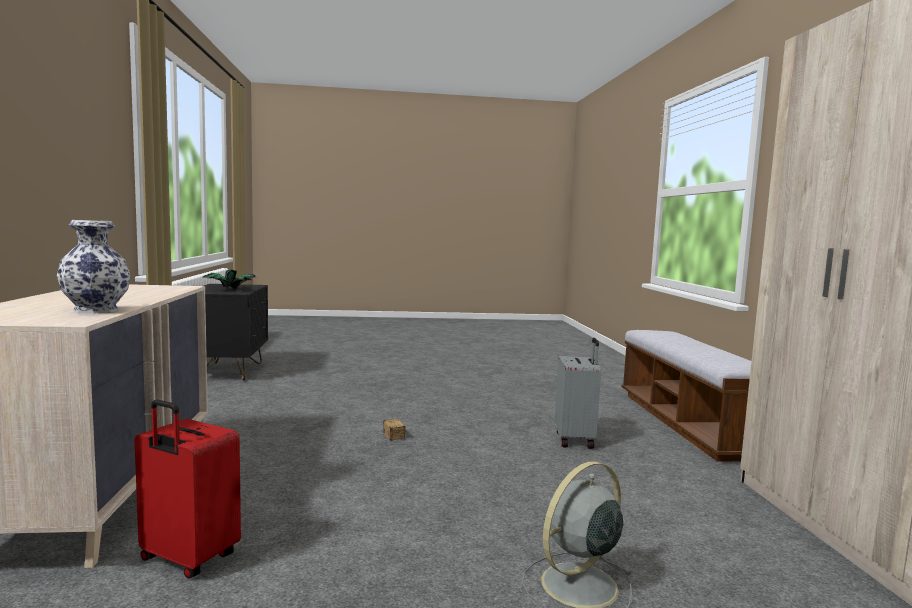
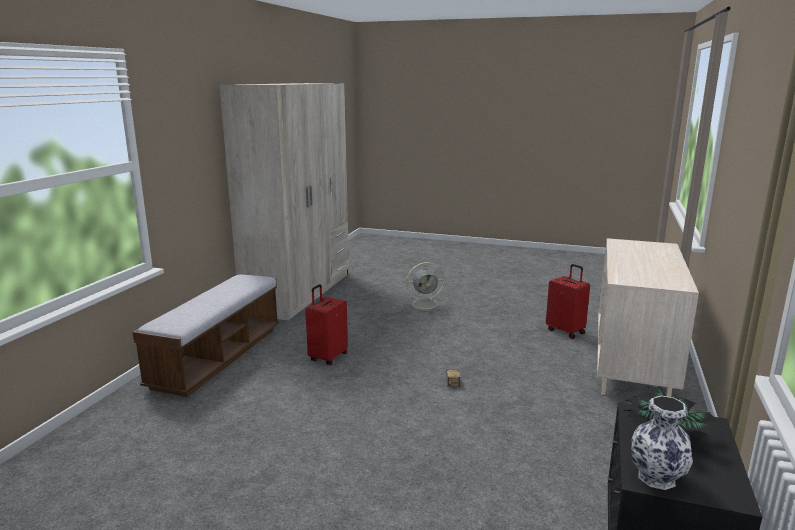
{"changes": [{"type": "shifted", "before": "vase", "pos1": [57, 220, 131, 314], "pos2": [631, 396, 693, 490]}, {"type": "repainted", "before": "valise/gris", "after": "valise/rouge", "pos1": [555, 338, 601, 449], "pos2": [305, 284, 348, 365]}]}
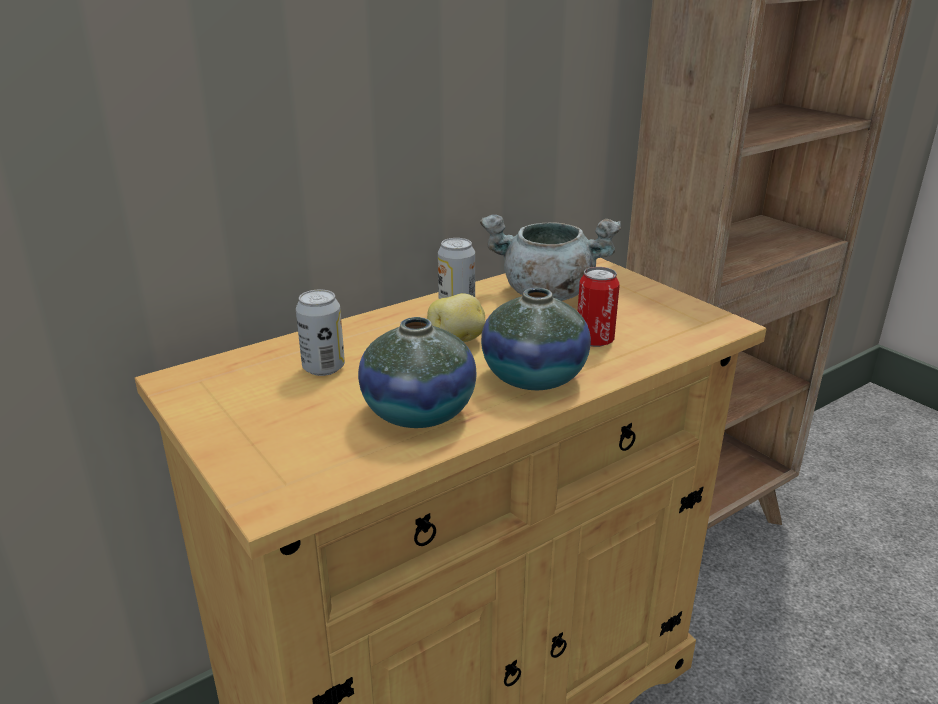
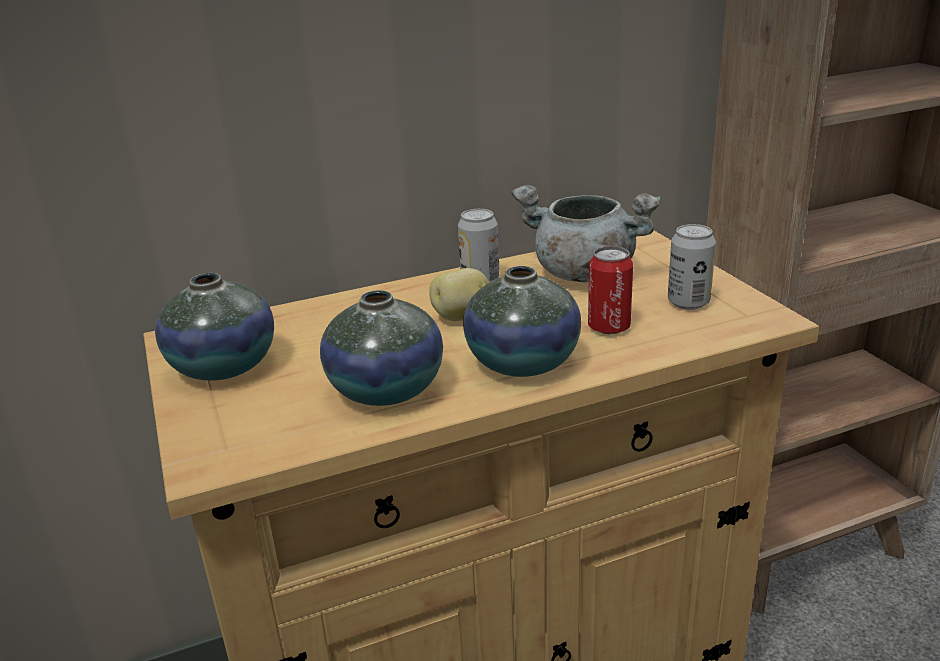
{"changes": [{"type": "new", "after": "vase", "pos2": [155, 273, 274, 381]}, {"type": "shifted", "before": "boîte métallique", "pos1": [296, 289, 345, 376], "pos2": [668, 224, 716, 310]}]}
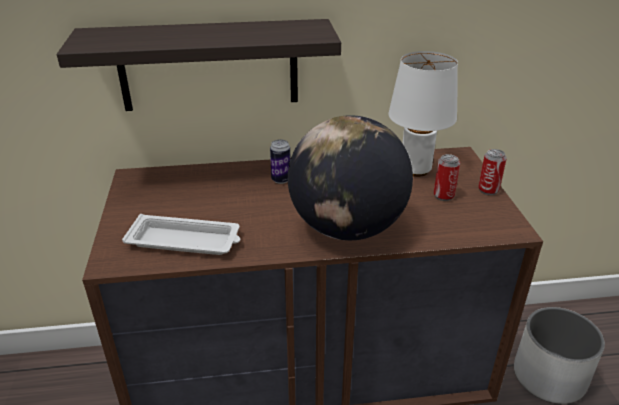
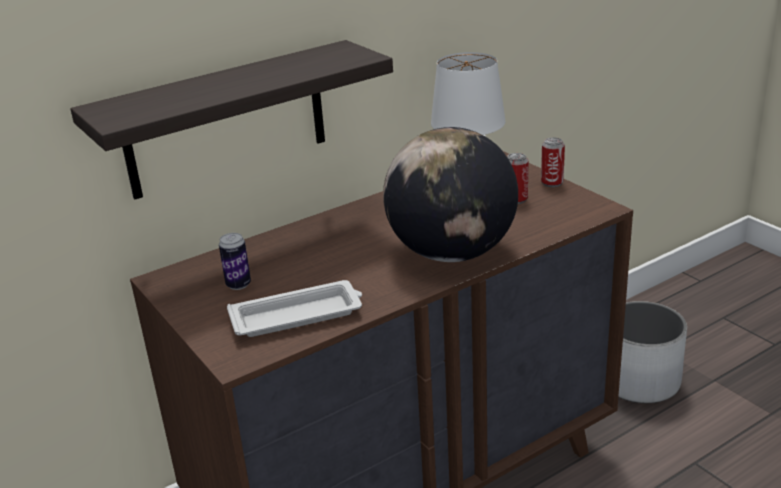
{"changes": [{"type": "shifted", "before": "boîte métallique", "pos1": [270, 139, 290, 184], "pos2": [219, 233, 251, 290]}]}
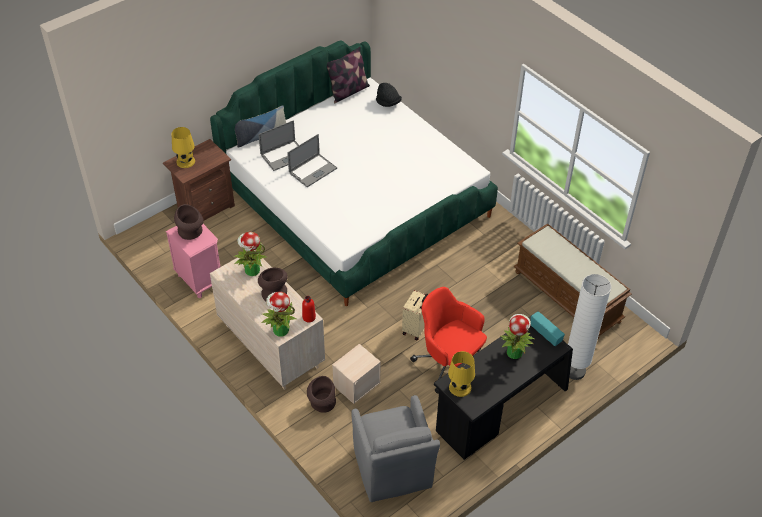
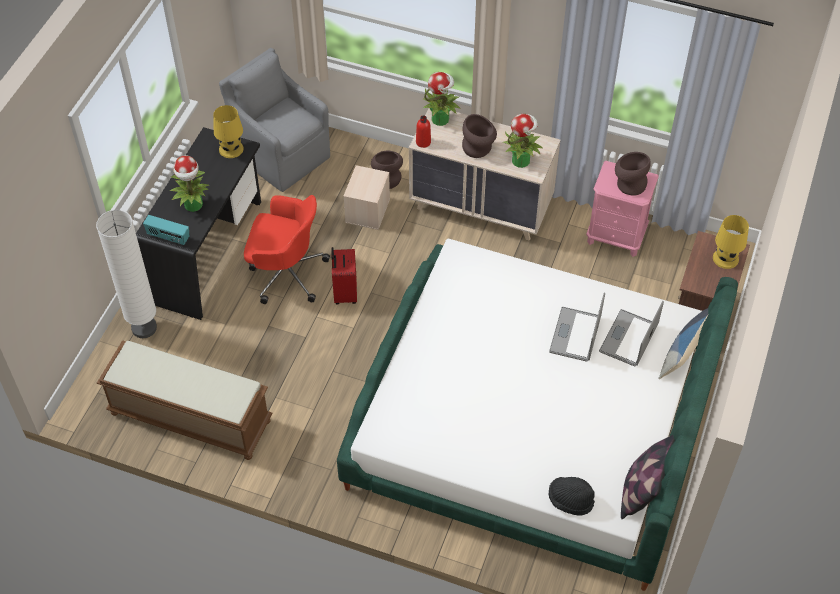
{"changes": [{"type": "repainted", "before": "valise/beige", "after": "valise/rouge", "pos1": [402, 290, 428, 341], "pos2": [331, 247, 357, 304]}]}
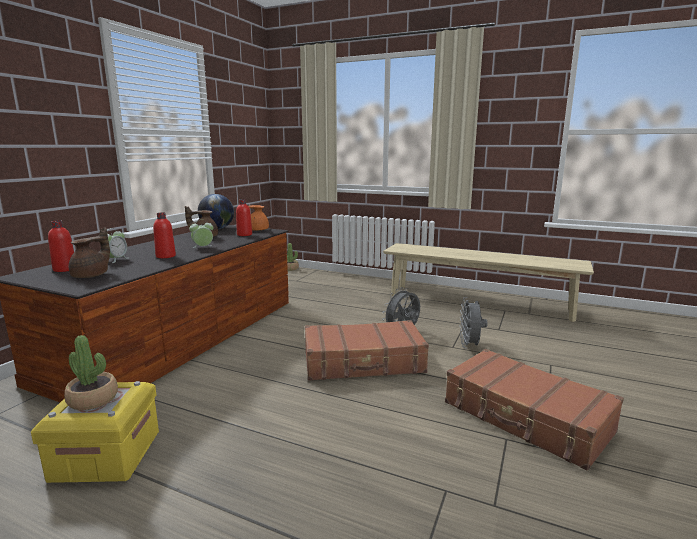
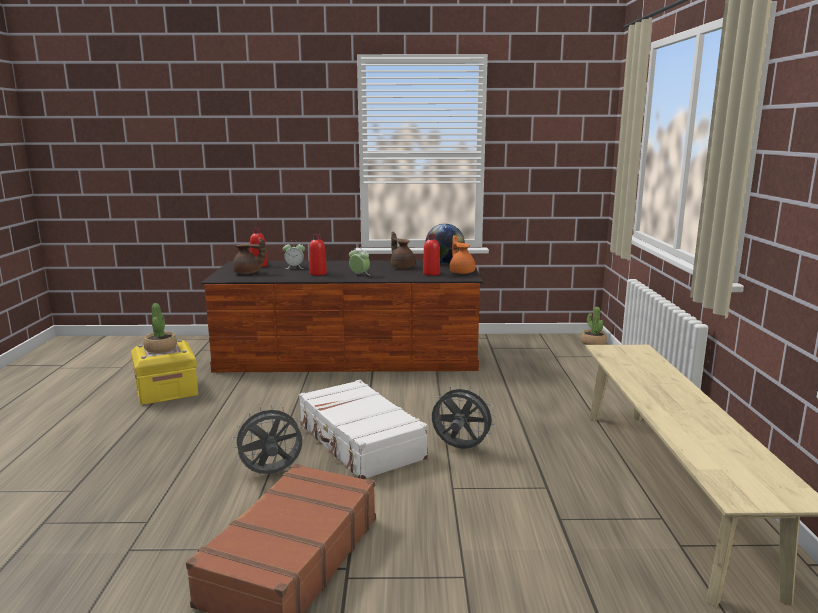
{"changes": [{"type": "shifted", "before": "ventilateur/gris", "pos1": [459, 297, 488, 348], "pos2": [232, 405, 304, 474]}, {"type": "repainted", "before": "valise/marron", "after": "valise/blanc", "pos1": [305, 320, 429, 380], "pos2": [299, 380, 428, 479]}]}
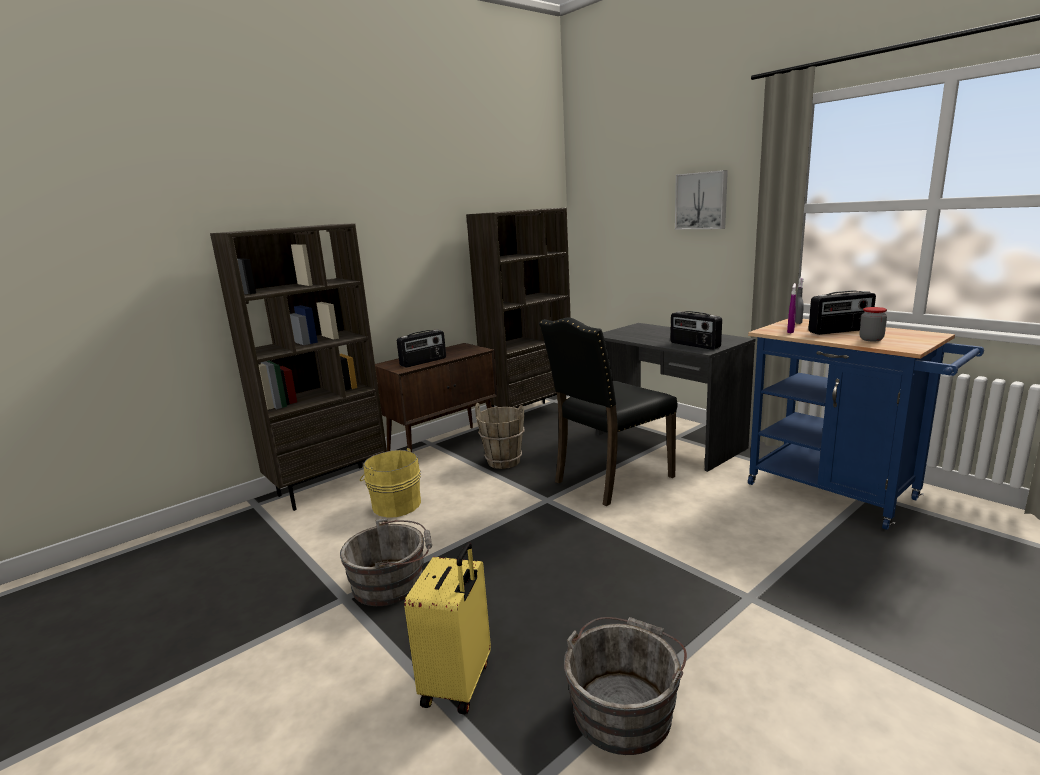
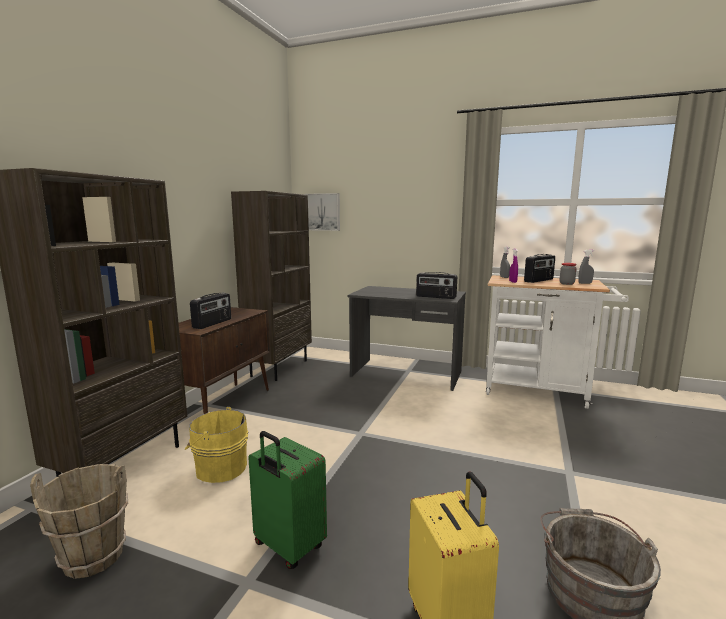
{"changes": [{"type": "gone", "before": "chaise/noir", "pos1": [539, 318, 678, 506]}, {"type": "new", "after": "vaporisateur/gris", "pos2": [578, 250, 595, 284]}, {"type": "shifted", "before": "seau/marron", "pos1": [475, 403, 525, 469], "pos2": [30, 464, 128, 579]}, {"type": "shifted", "before": "tableau", "pos1": [675, 170, 728, 229], "pos2": [305, 193, 340, 231]}, {"type": "swapped", "before": "seau/gris", "after": "valise/vert", "pos1": [340, 518, 432, 606], "pos2": [248, 431, 327, 569]}, {"type": "repainted", "before": "chariot/bleu", "after": "chariot/blanc", "pos1": [748, 319, 984, 530], "pos2": [486, 275, 629, 409]}]}
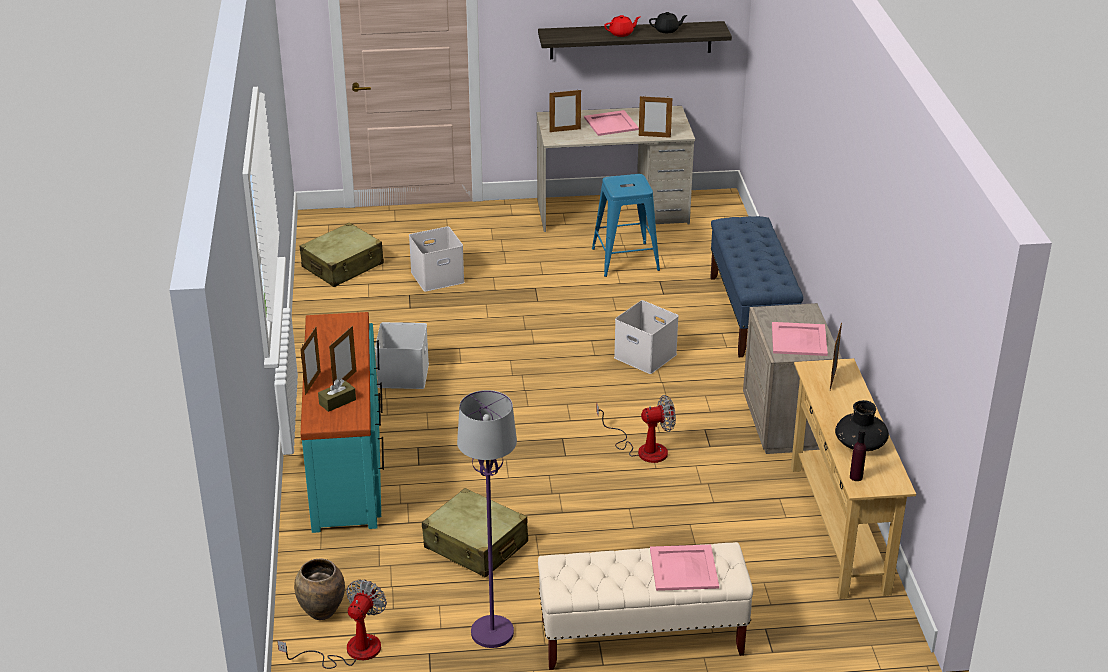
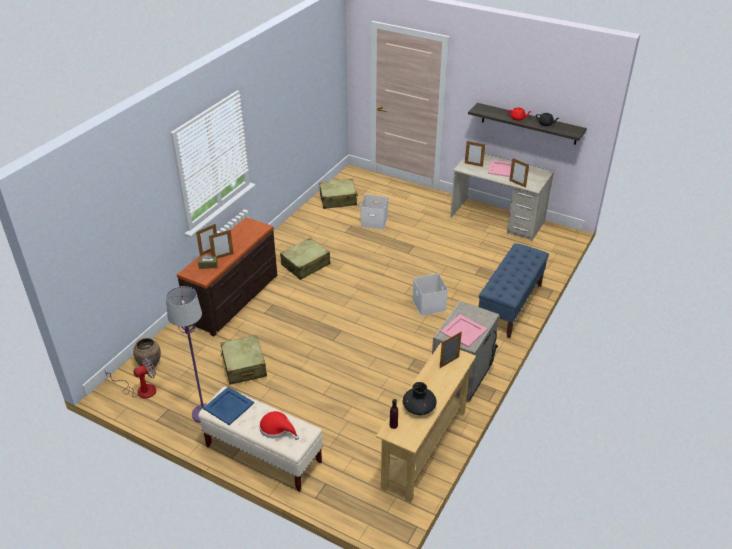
{"changes": [{"type": "gone", "before": "tabouret/bleu", "pos1": [592, 174, 660, 277]}, {"type": "gone", "before": "ventilateur", "pos1": [596, 395, 676, 463]}, {"type": "new", "after": "plateau/bleu", "pos2": [203, 387, 254, 425]}, {"type": "swapped", "before": "boîte de rangement/blanc", "after": "valise/beige", "pos1": [375, 322, 429, 389], "pos2": [280, 238, 330, 280]}, {"type": "swapped", "before": "plateau/rose", "after": "chapeau/rouge", "pos1": [650, 545, 719, 591], "pos2": [259, 411, 299, 440]}, {"type": "repainted", "before": "commode/turquoise", "after": "commode/marron", "pos1": [300, 312, 384, 533], "pos2": [177, 217, 277, 336]}]}
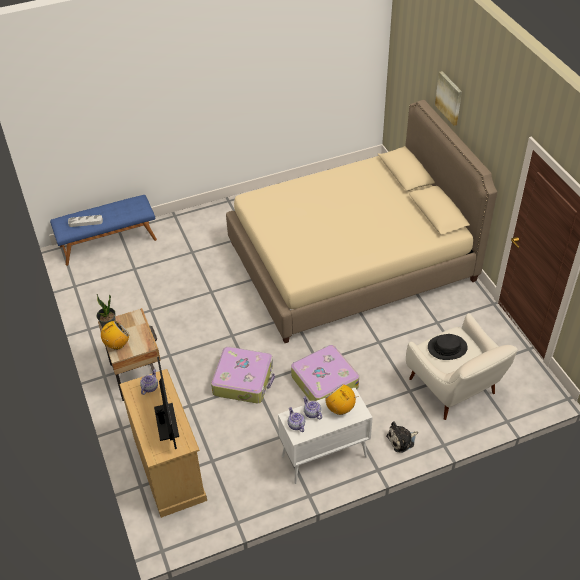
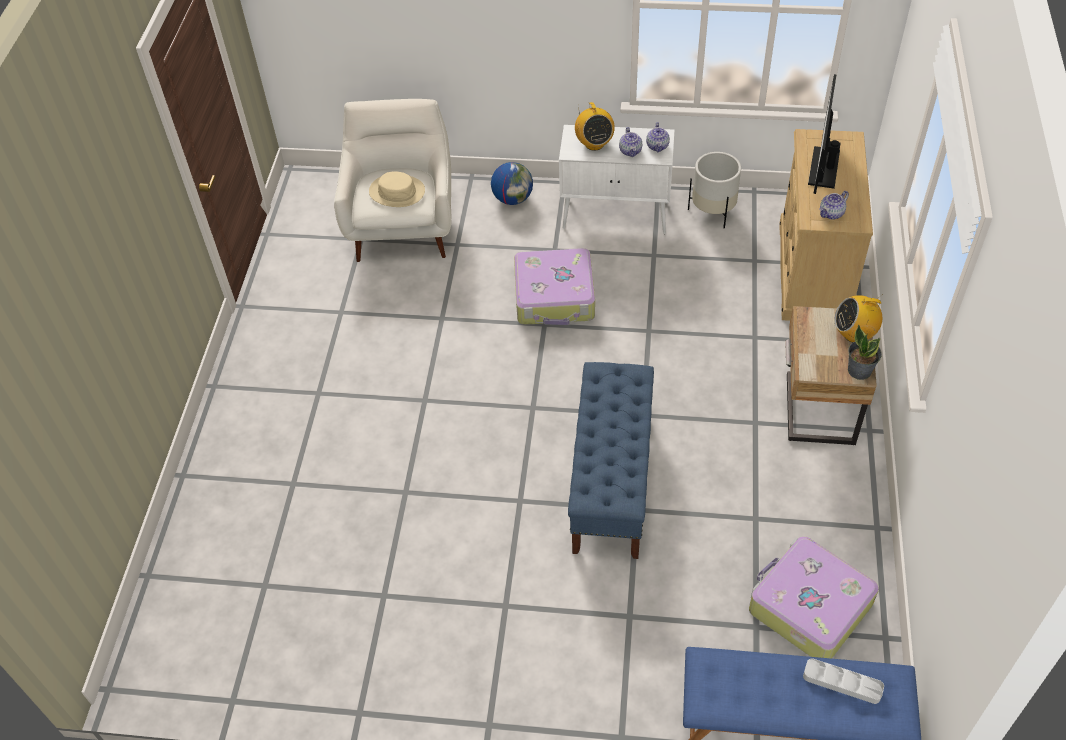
{"changes": [{"type": "gone", "before": "lit/beige", "pos1": [226, 100, 497, 343]}, {"type": "gone", "before": "tableau", "pos1": [435, 71, 462, 126]}, {"type": "new", "after": "banc/bleu", "pos2": [568, 362, 654, 559]}, {"type": "new", "after": "cache-pot/blanc", "pos2": [688, 152, 741, 228]}, {"type": "shifted", "before": "valise", "pos1": [211, 347, 275, 403], "pos2": [749, 536, 879, 659]}, {"type": "swapped", "before": "peluche", "after": "globe", "pos1": [386, 421, 418, 453], "pos2": [491, 162, 533, 205]}, {"type": "repainted", "before": "chapeau/noir", "after": "chapeau/beige", "pos1": [428, 334, 468, 360], "pos2": [369, 171, 425, 207]}]}
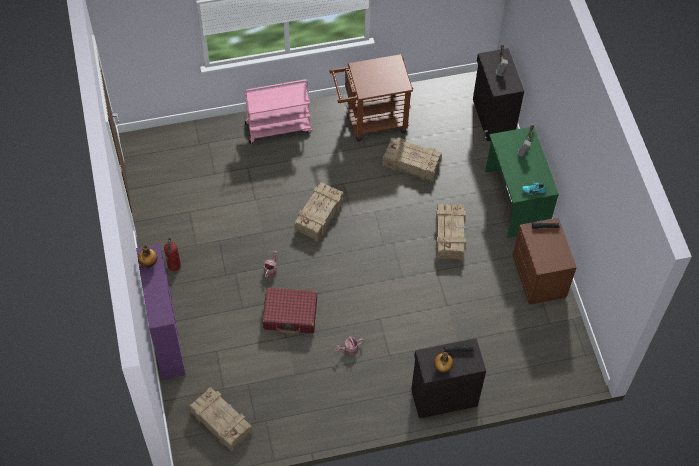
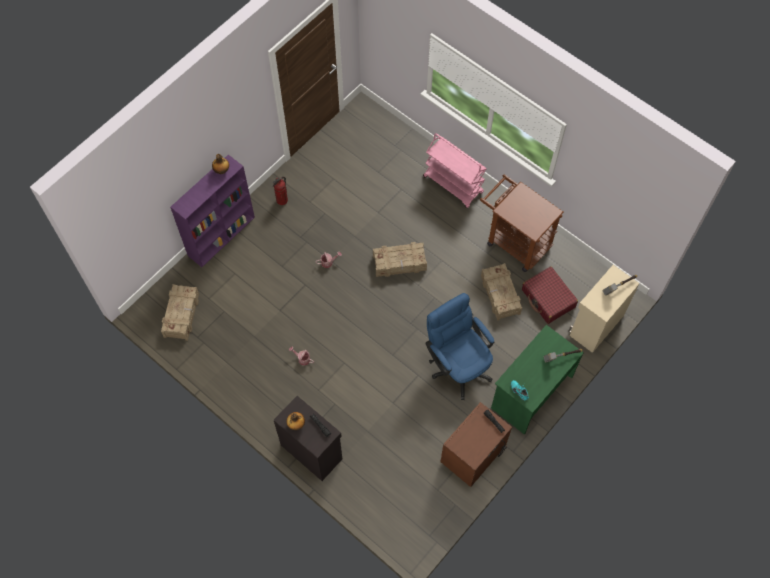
{"changes": [{"type": "shifted", "before": "valise/rouge", "pos1": [263, 287, 317, 334], "pos2": [522, 266, 578, 324]}, {"type": "swapped", "before": "caisse", "after": "chaise de bureau/bleu", "pos1": [436, 204, 466, 261], "pos2": [425, 293, 494, 400]}, {"type": "repainted", "before": "meuble de rangement/noir", "after": "meuble de rangement/beige", "pos1": [473, 48, 524, 141], "pos2": [569, 265, 640, 353]}]}
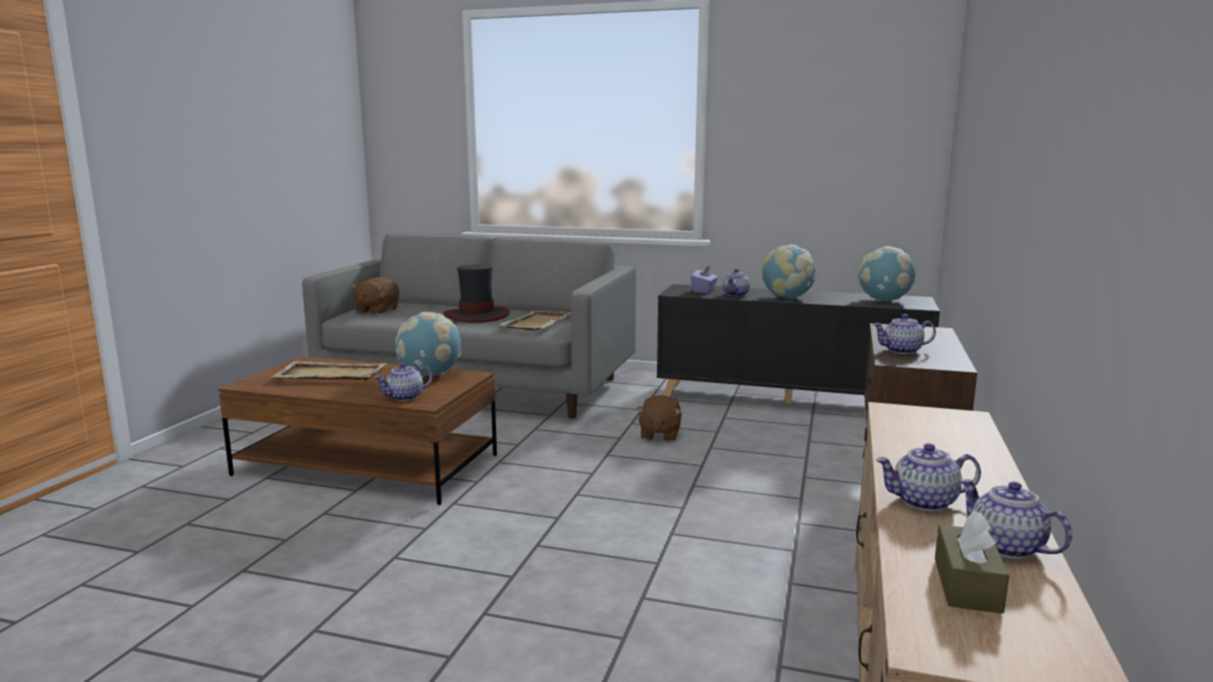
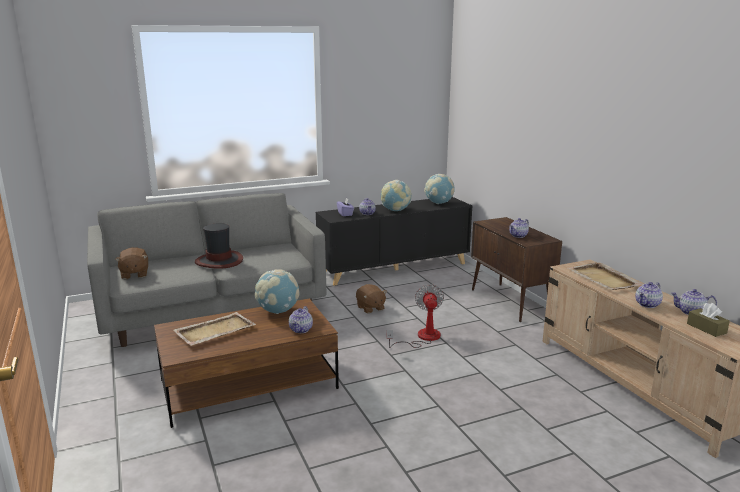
{"changes": [{"type": "new", "after": "ventilateur", "pos2": [386, 284, 444, 348]}, {"type": "shifted", "before": "plateau/beige", "pos1": [498, 311, 571, 331], "pos2": [568, 262, 643, 290]}]}
